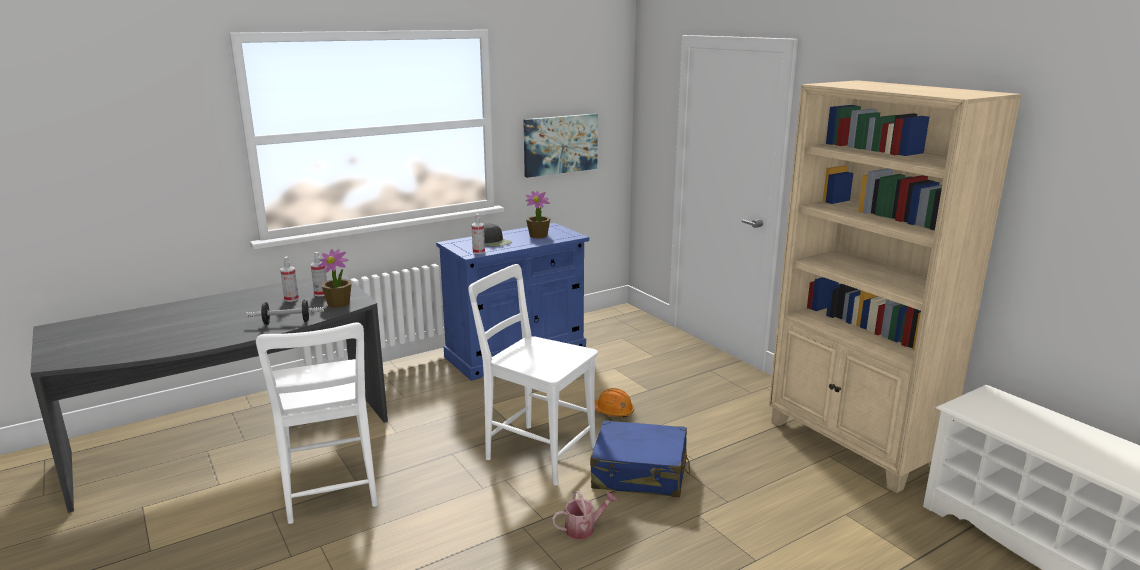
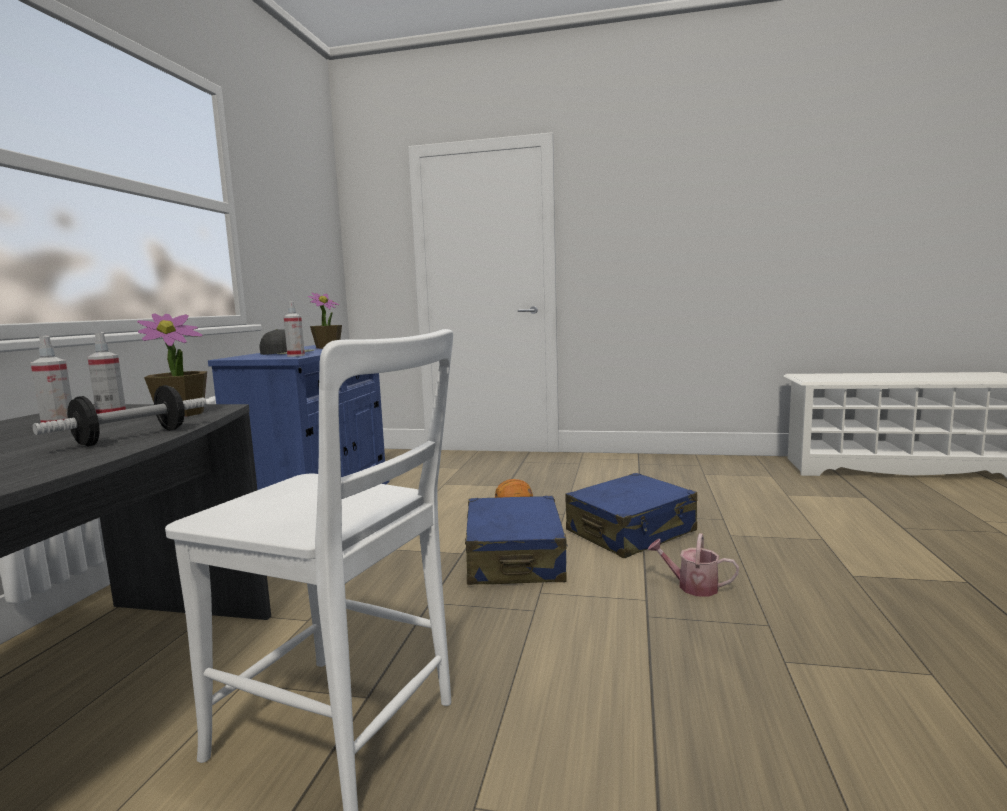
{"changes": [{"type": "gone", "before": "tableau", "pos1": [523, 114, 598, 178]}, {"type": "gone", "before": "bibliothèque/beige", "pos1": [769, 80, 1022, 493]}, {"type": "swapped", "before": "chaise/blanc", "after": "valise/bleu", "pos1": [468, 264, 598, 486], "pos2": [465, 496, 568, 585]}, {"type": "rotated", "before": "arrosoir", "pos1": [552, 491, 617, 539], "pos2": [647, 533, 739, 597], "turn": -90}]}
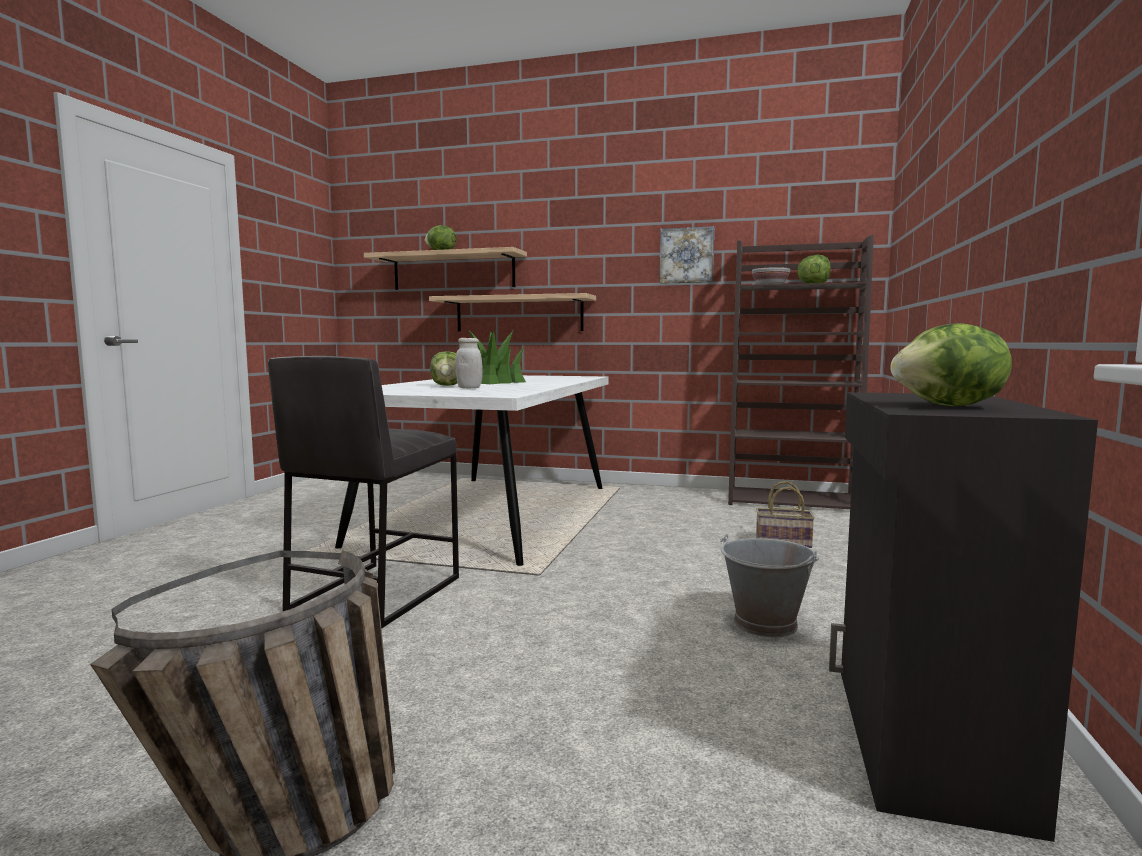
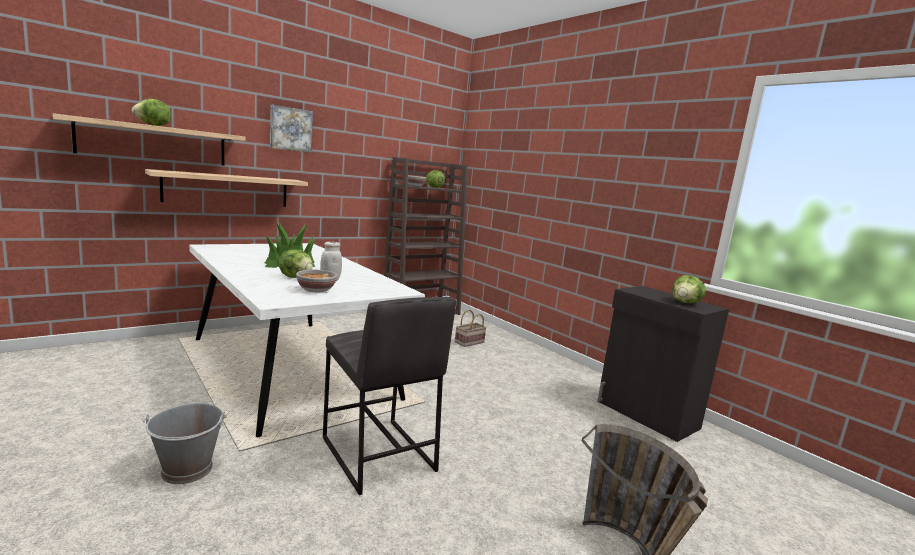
{"changes": [{"type": "new", "after": "bol", "pos2": [296, 270, 337, 292]}, {"type": "shifted", "before": "tableau", "pos1": [659, 226, 714, 284], "pos2": [270, 105, 313, 153]}, {"type": "shifted", "before": "seau/gris", "pos1": [720, 534, 819, 637], "pos2": [143, 403, 227, 484]}]}
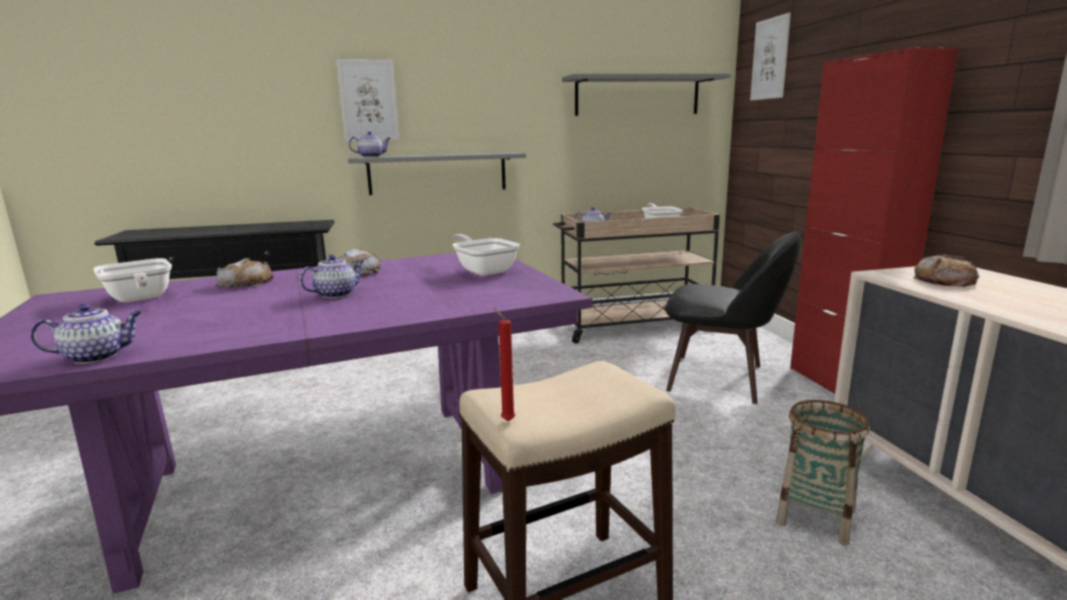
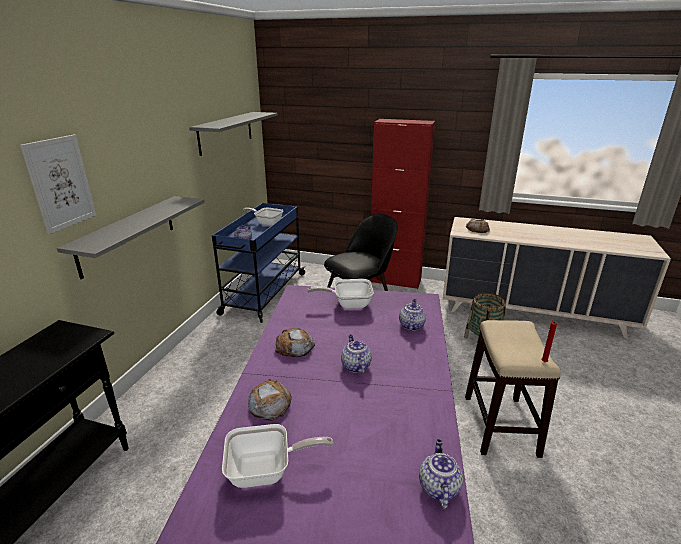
{"changes": [{"type": "gone", "before": "tableau", "pos1": [750, 13, 791, 100]}, {"type": "shifted", "before": "théière", "pos1": [349, 131, 390, 157], "pos2": [399, 299, 426, 331]}, {"type": "repainted", "before": "chariot/beige", "after": "chariot/bleu", "pos1": [553, 207, 720, 344], "pos2": [212, 203, 306, 323]}]}
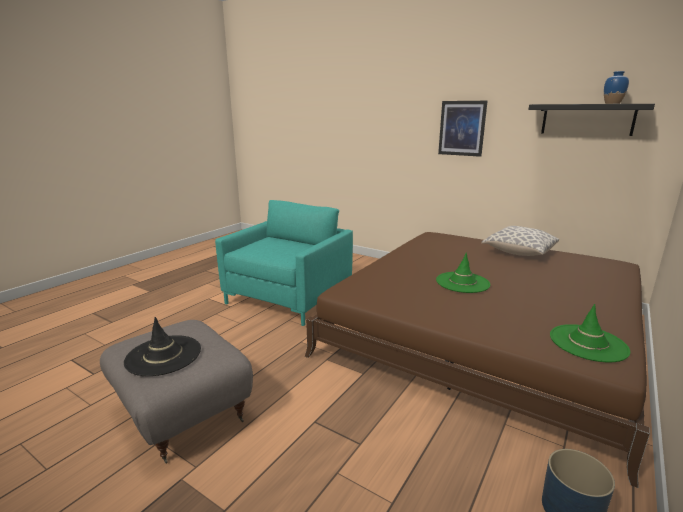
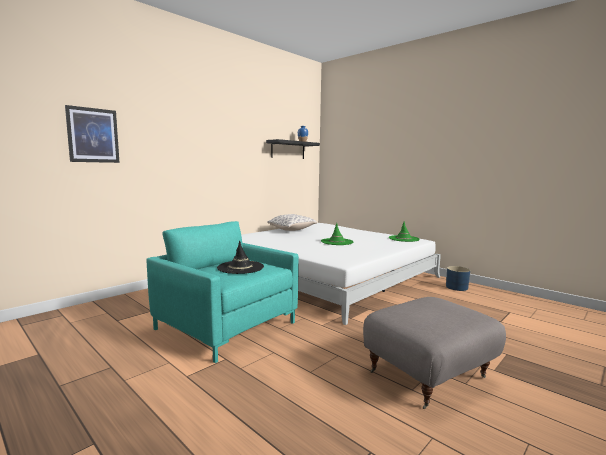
{"changes": [{"type": "shifted", "before": "chapeau/noir", "pos1": [124, 317, 201, 376], "pos2": [217, 241, 264, 274]}, {"type": "shifted", "before": "tableau", "pos1": [438, 101, 488, 157], "pos2": [65, 105, 120, 163]}, {"type": "repainted", "before": "lit/marron", "after": "lit/blanc", "pos1": [305, 232, 650, 488], "pos2": [241, 223, 441, 325]}]}
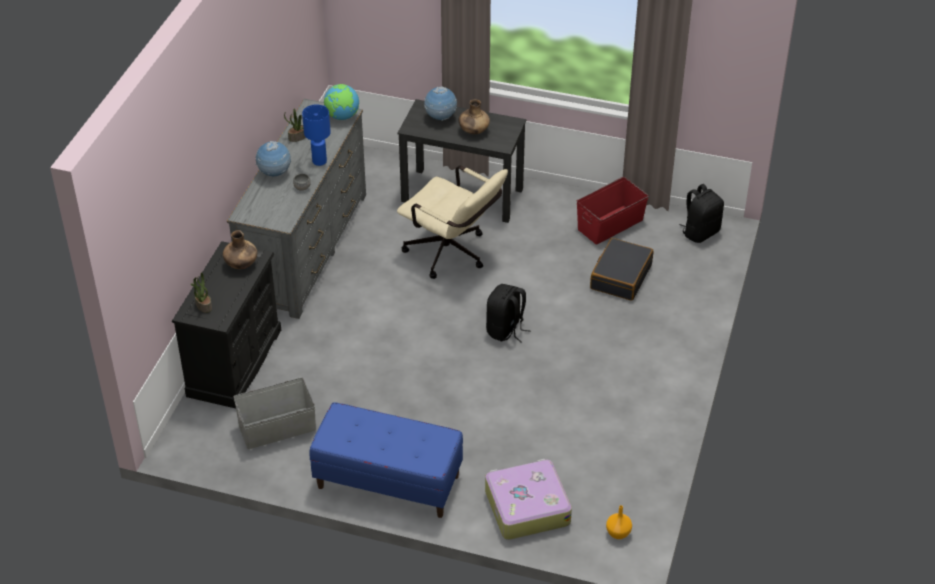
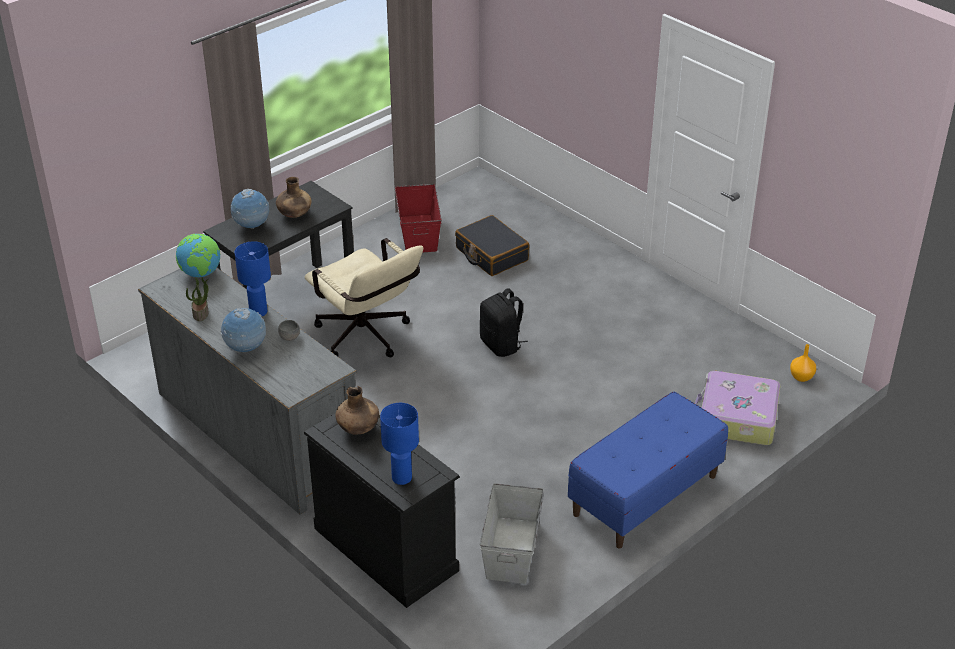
{"changes": [{"type": "gone", "before": "sac à dos/noir", "pos1": [679, 184, 724, 243]}, {"type": "swapped", "before": "plante en pot", "after": "lampe de table/bleu", "pos1": [190, 273, 212, 313], "pos2": [380, 403, 419, 485]}, {"type": "rotated", "before": "chaise de bureau/beige", "pos1": [397, 165, 508, 279], "pos2": [305, 238, 423, 357], "turn": 75}]}
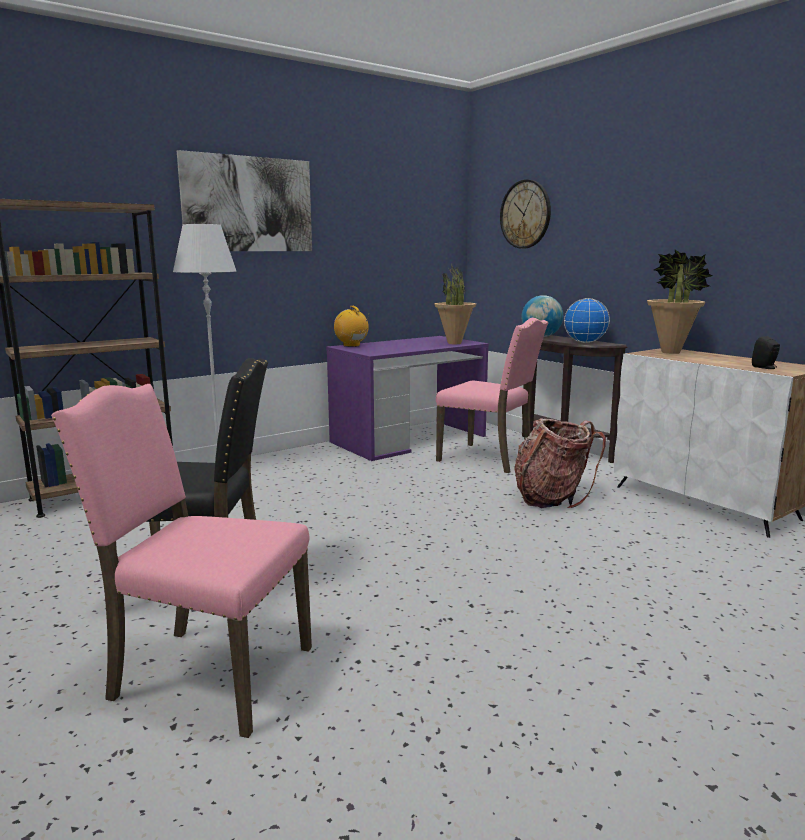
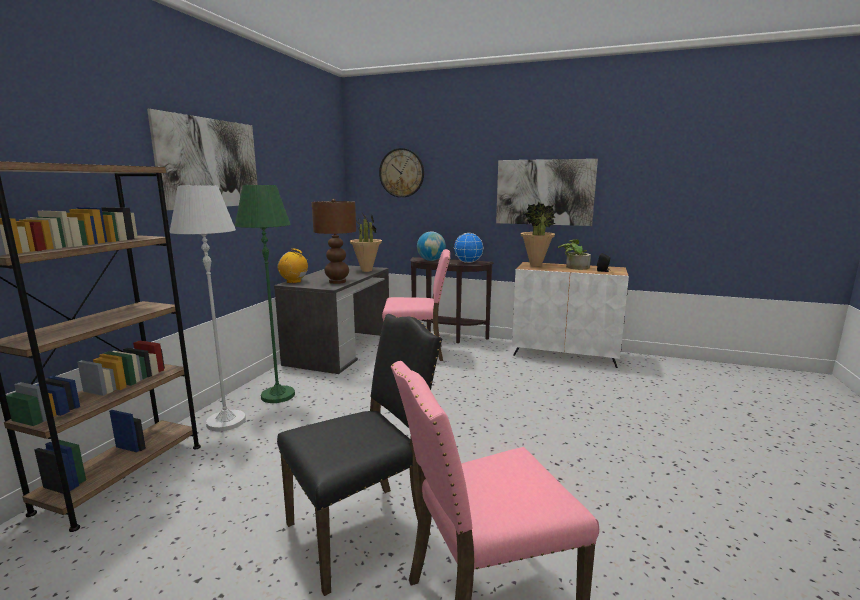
{"changes": [{"type": "gone", "before": "sac à dos", "pos1": [515, 418, 606, 508]}, {"type": "new", "after": "lampadaire/vert", "pos2": [235, 185, 295, 403]}, {"type": "new", "after": "lampe de table/marron", "pos2": [312, 199, 356, 284]}, {"type": "new", "after": "tableau", "pos2": [496, 159, 598, 226]}, {"type": "new", "after": "plante en pot", "pos2": [558, 239, 591, 270]}, {"type": "repainted", "before": "bureau/violet", "after": "bureau/gris", "pos1": [326, 336, 489, 461], "pos2": [274, 265, 389, 374]}]}
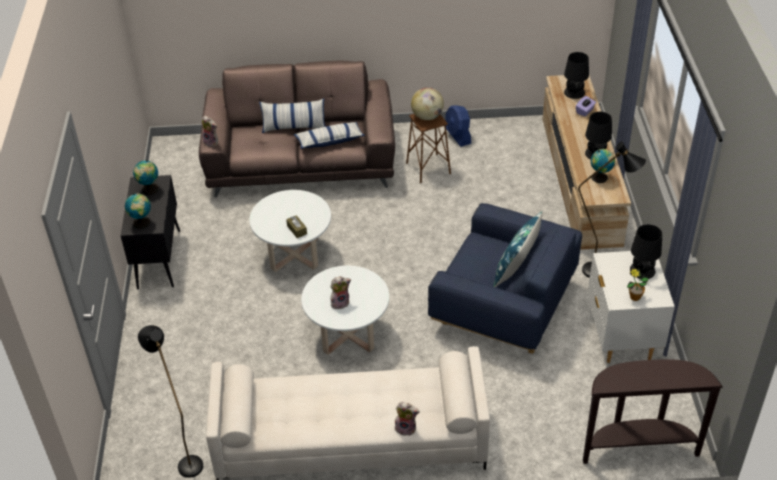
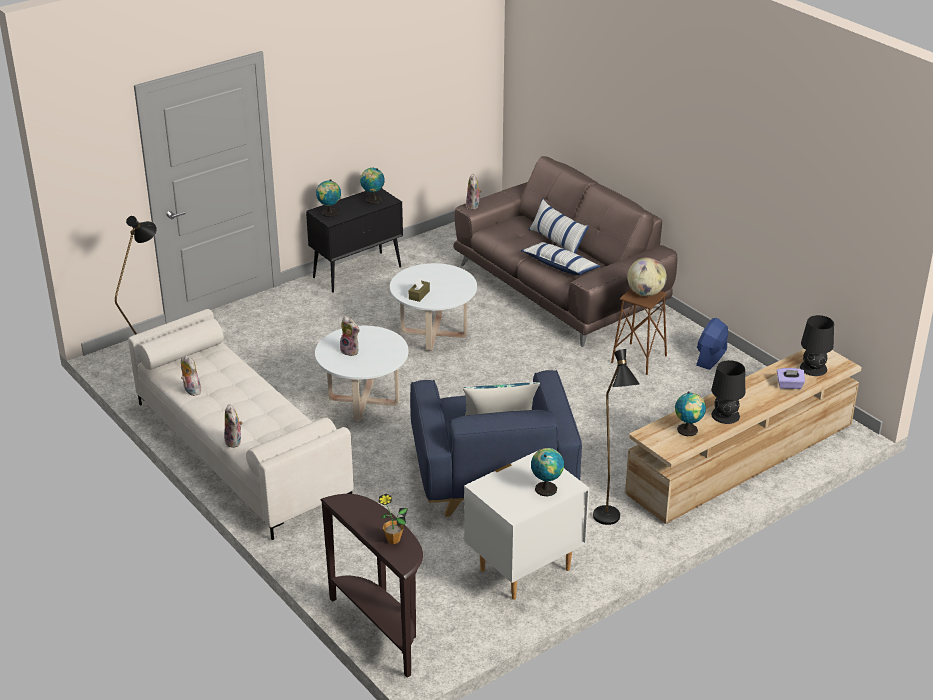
{"changes": [{"type": "new", "after": "peluche", "pos2": [181, 355, 201, 396]}, {"type": "shifted", "before": "plante en pot", "pos1": [627, 268, 649, 301], "pos2": [378, 494, 408, 544]}, {"type": "swapped", "before": "lampe de table/noir", "after": "globe", "pos1": [630, 224, 662, 279], "pos2": [531, 448, 564, 497]}]}
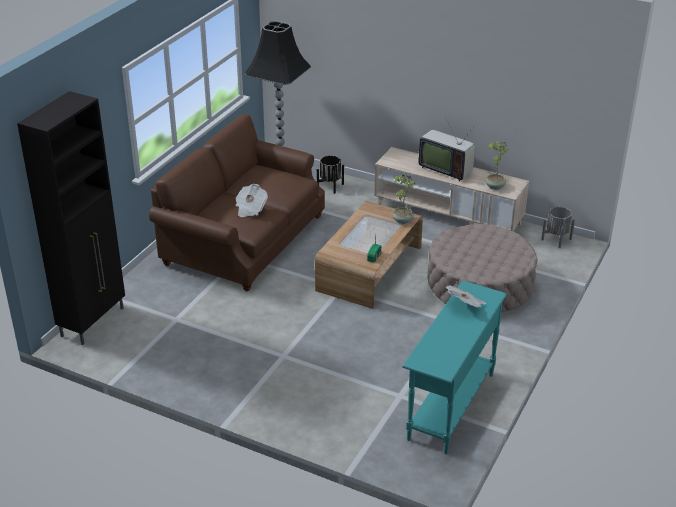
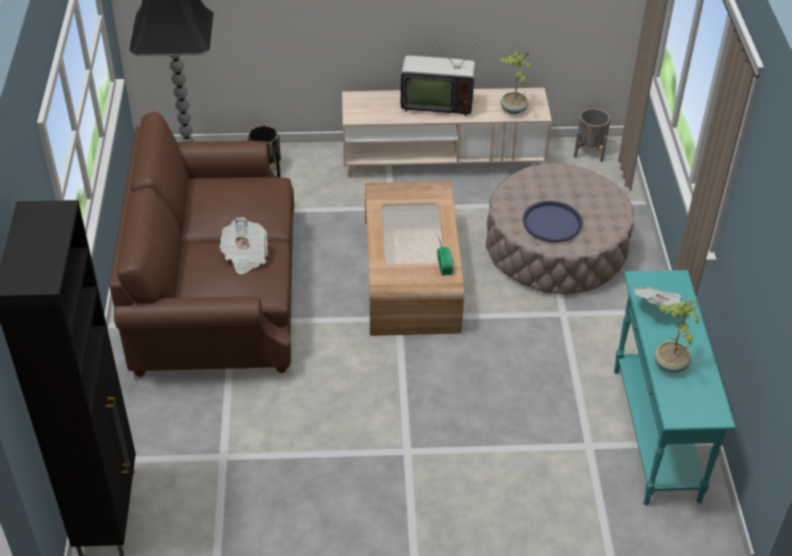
{"changes": [{"type": "new", "after": "plateau/bleu", "pos2": [523, 201, 583, 242]}, {"type": "shifted", "before": "plante en pot", "pos1": [392, 175, 415, 224], "pos2": [654, 300, 700, 373]}]}
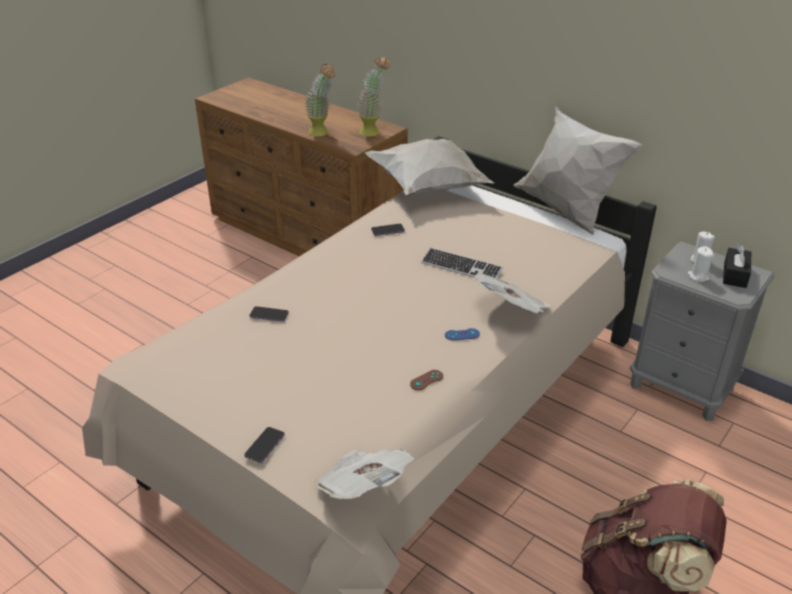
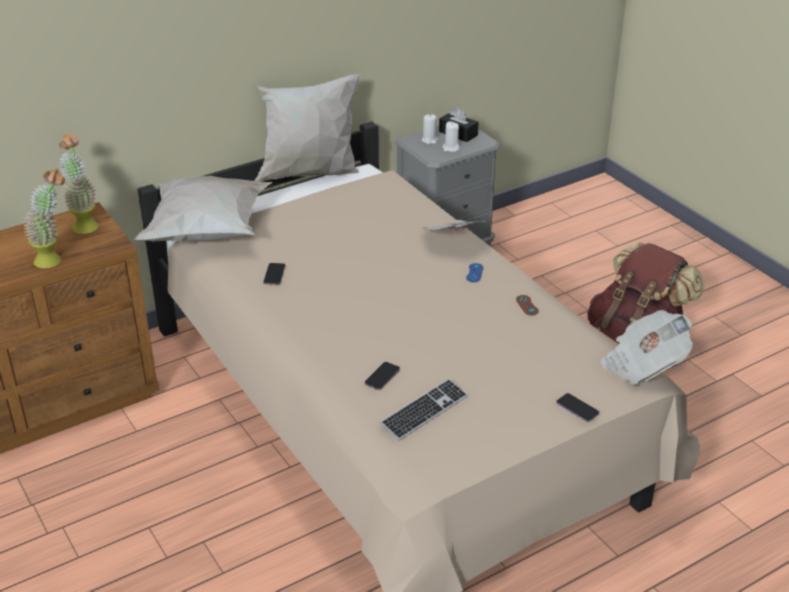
{"changes": [{"type": "shifted", "before": "clavier", "pos1": [421, 248, 503, 278], "pos2": [380, 379, 468, 441]}]}
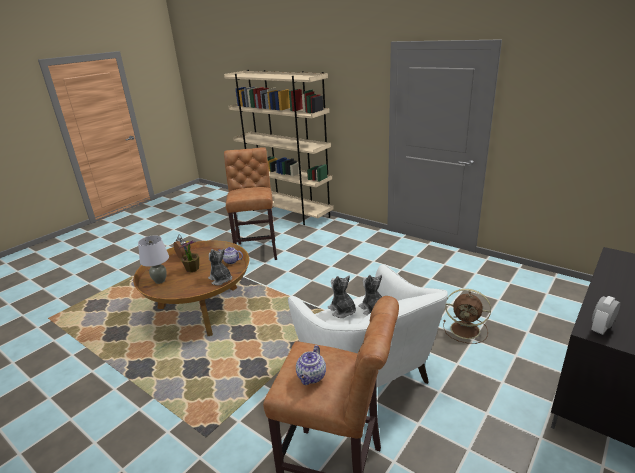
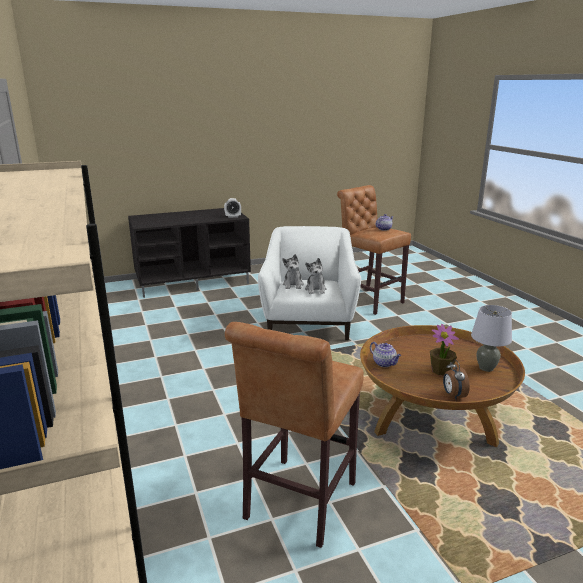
{"changes": [{"type": "gone", "before": "peluche", "pos1": [208, 249, 232, 285]}, {"type": "gone", "before": "ventilateur/marron", "pos1": [444, 289, 491, 344]}]}
